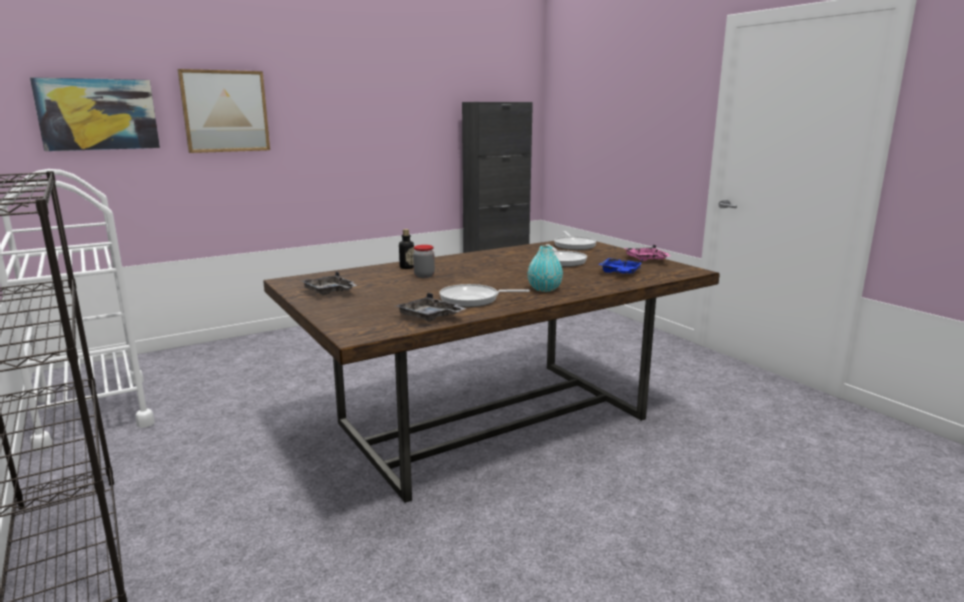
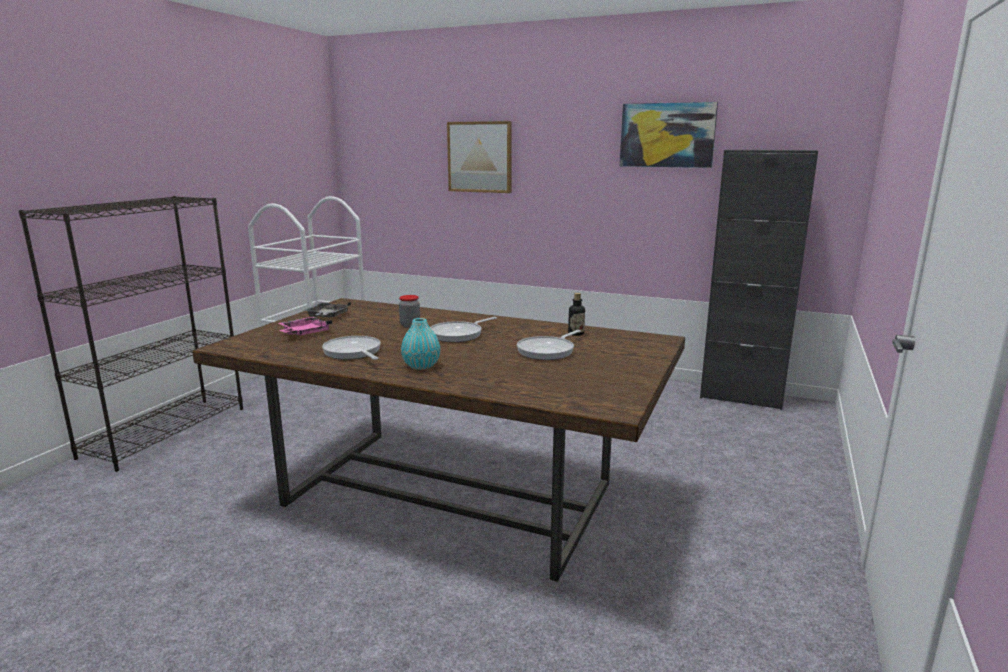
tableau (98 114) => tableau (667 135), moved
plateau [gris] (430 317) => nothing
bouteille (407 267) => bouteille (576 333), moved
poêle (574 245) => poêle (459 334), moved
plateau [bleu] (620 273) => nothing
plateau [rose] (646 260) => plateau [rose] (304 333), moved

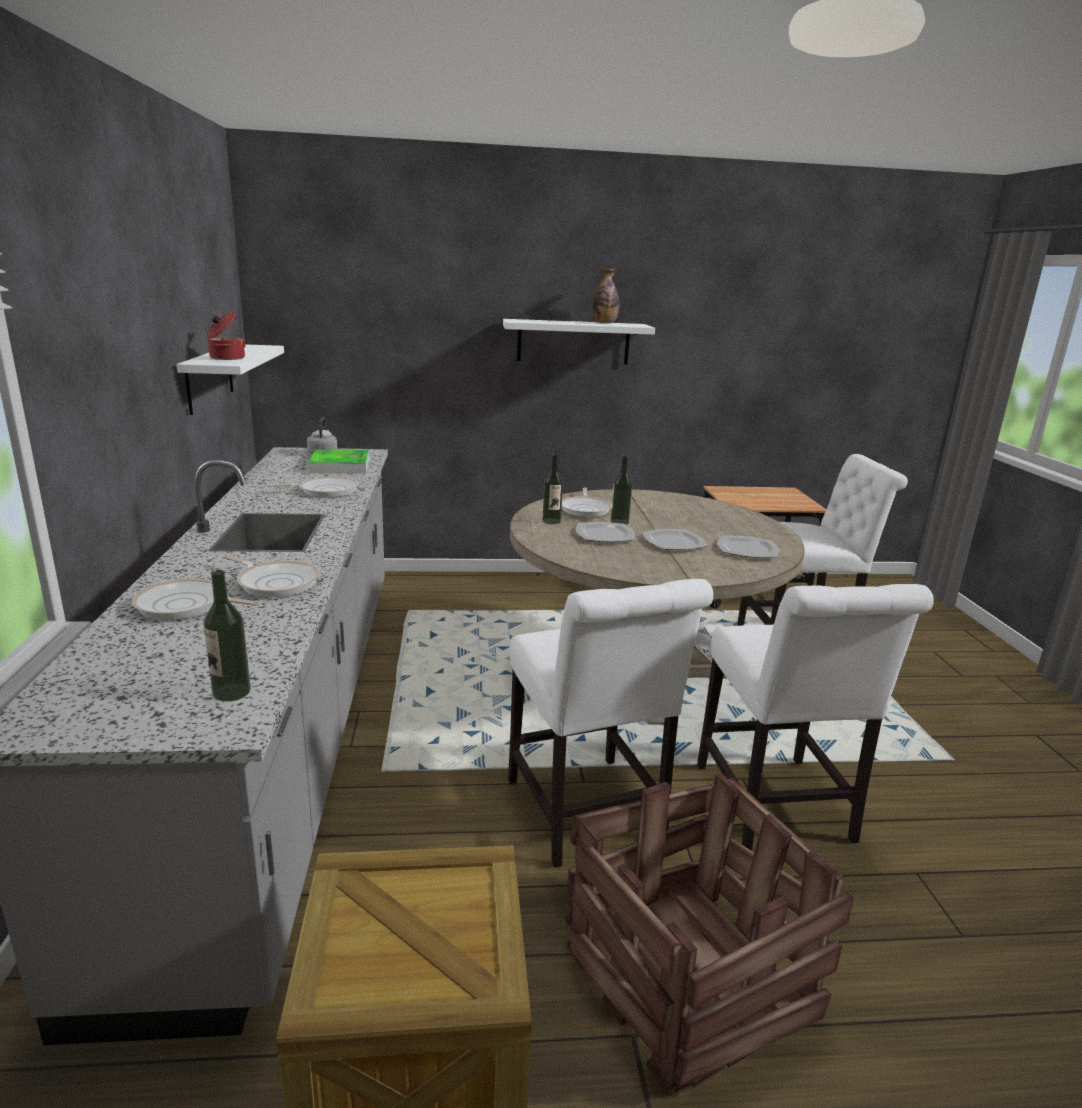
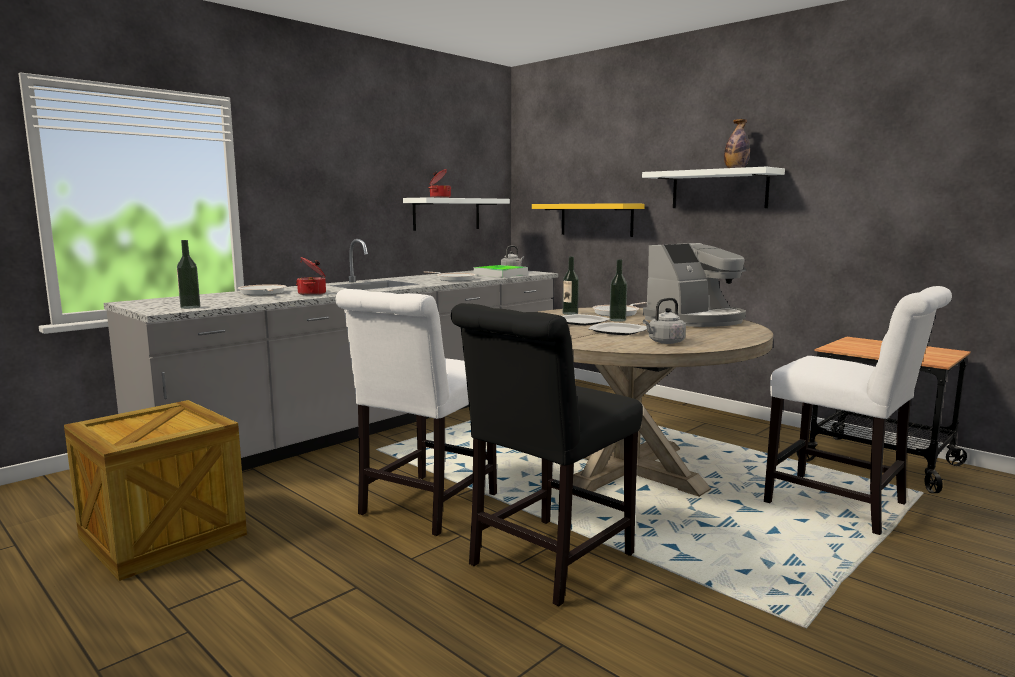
poêle (276 582) => marmite (313 293)
caisse (689 980) => nothing
chaise [blanc] (776 808) => chaise [noir] (545 562)
assiette (748 550) => bouilloire [gris] (664 342)
nothing => étagère [jaune] (596 219)
nothing => machine à café (696 320)

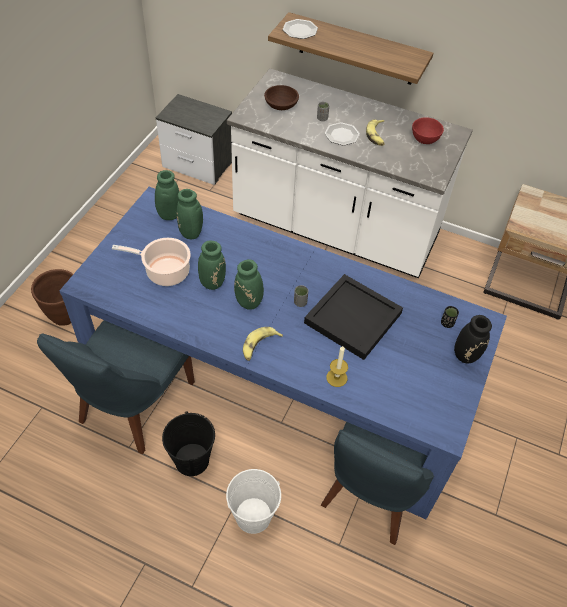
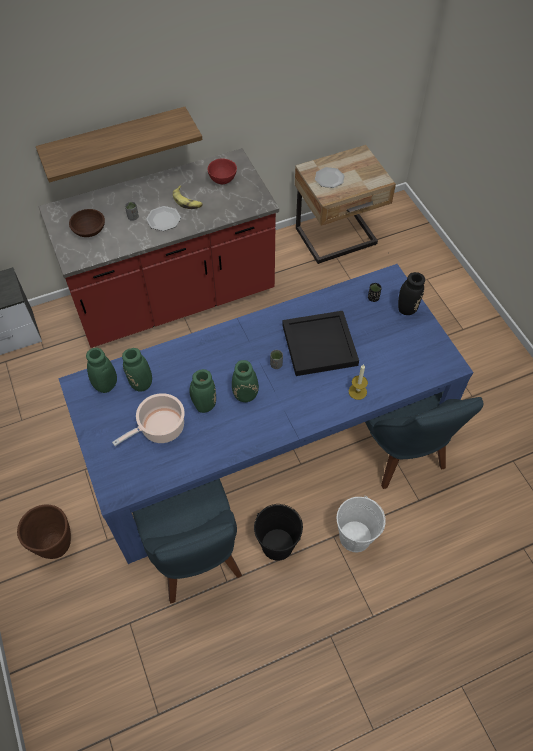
comptoir de cuisine [blanc] (335 229) => comptoir de cuisine [rouge] (174 299)
banane (259 346) => nothing
assiette (300 30) => assiette (329 178), moved

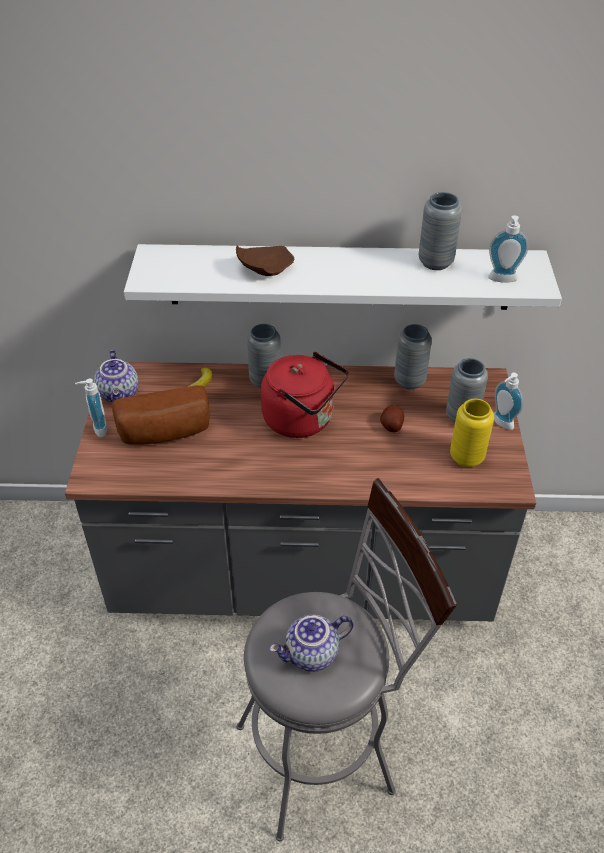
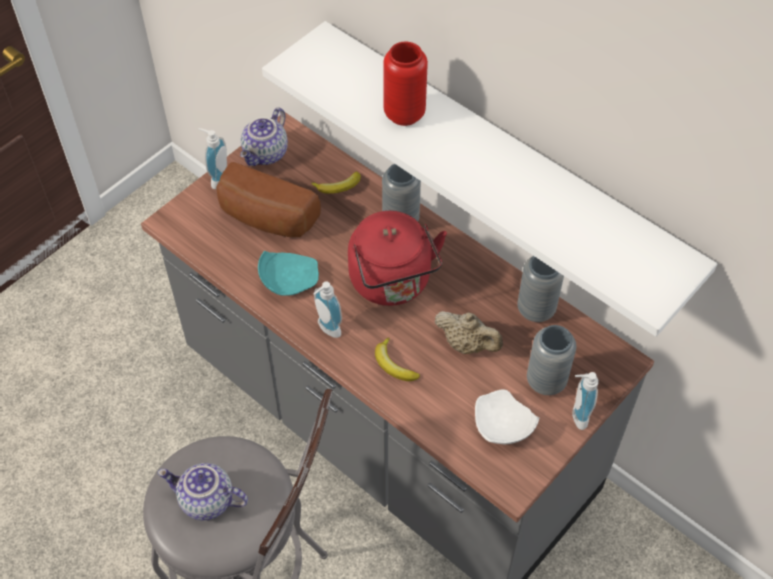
assiette [marron] (264 268) => vase [rouge] (404 114)
pomme de terre (391 425) => théière [beige] (467 344)
vase [gris] (435 262) => nothing
vase [jaune] (466 457) => assiette [blanc] (502 426)
distributeur de savon (502 280) => distributeur de savon (326 329), moved
nothing => assiette [turquoise] (288 279)
nothing => banane (393 365)

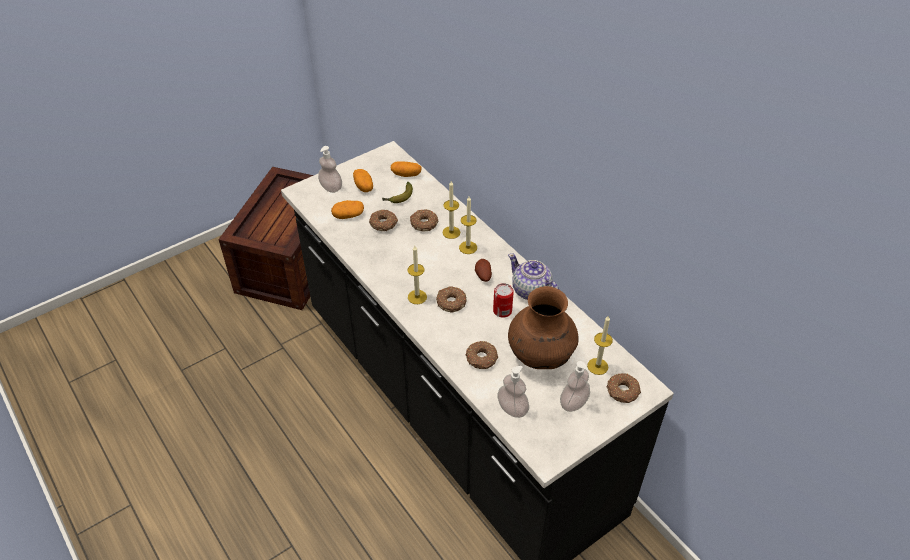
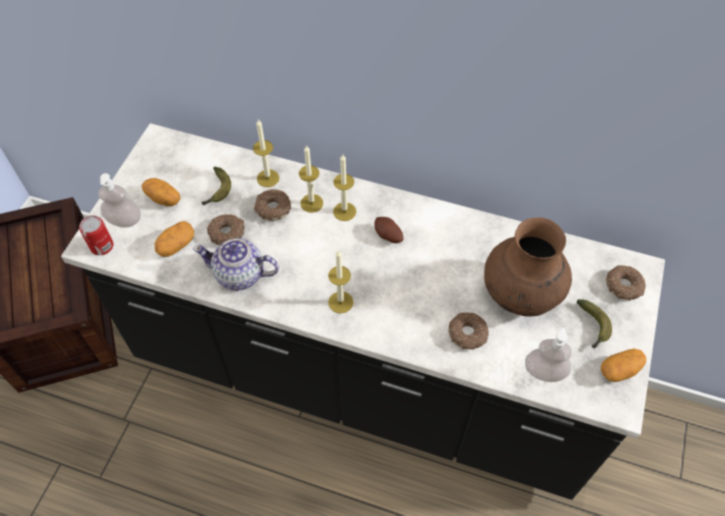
pomme de terre (406 174) => pomme de terre (620 370), moved
beignet (451 302) => nothing
boîte métallique (502 311) => boîte métallique (102 246), moved
théière (531 291) => théière (240 275), moved
distributeur de savon (573 403) => banane (592 327)
bougie (597 366) => bougie (268 178), moved

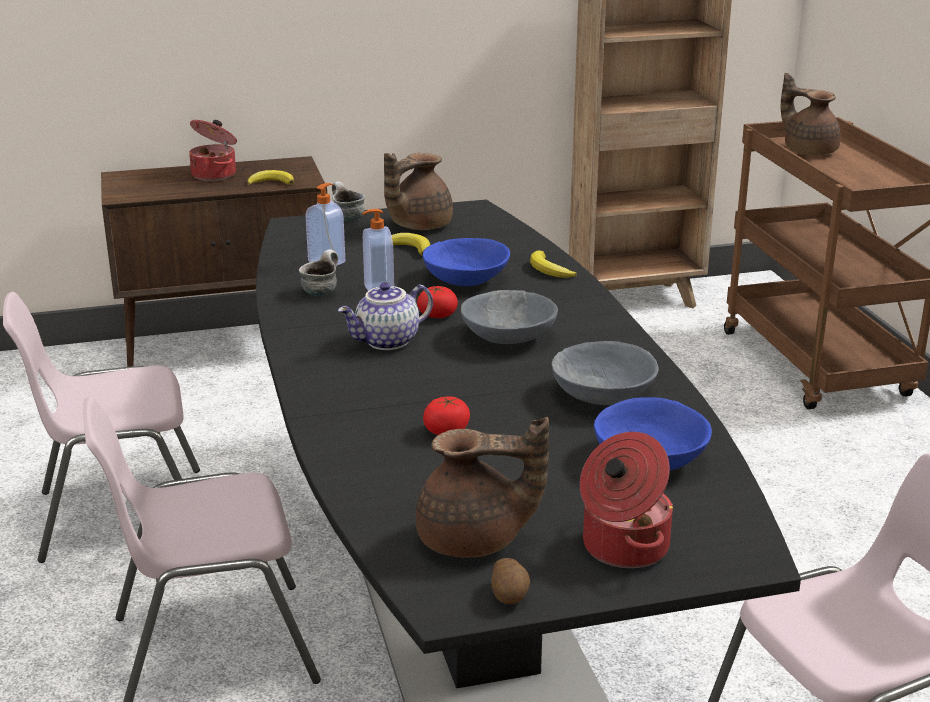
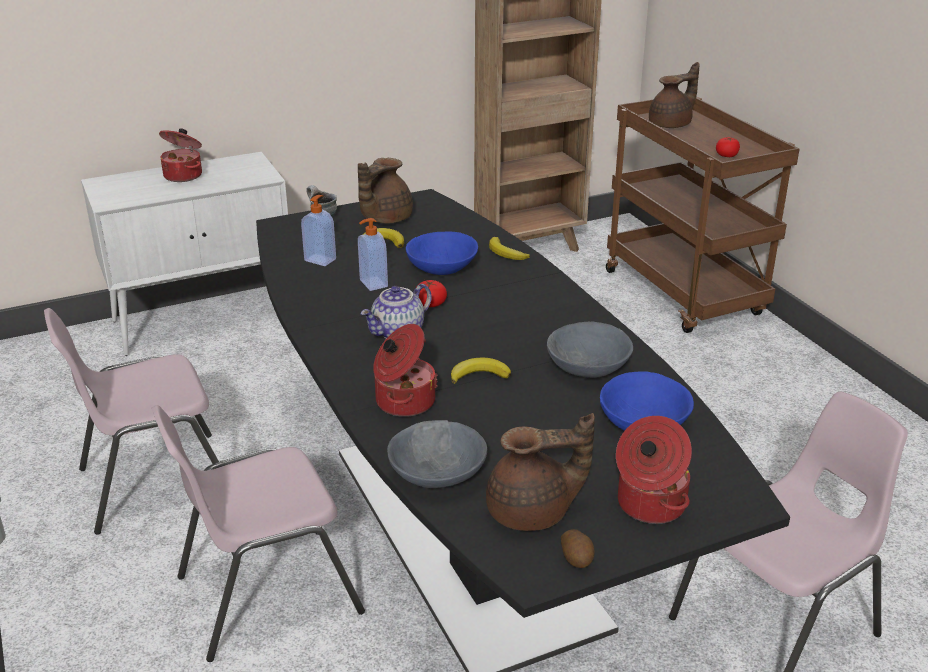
meuble de rangement [marron] (229 349) => meuble de rangement [blanc] (205 320)
banane (271 182) => banane (479 375), moved
mug (321 290) => nothing
tomate (447 431) => tomate (726 155), moved
bol [gris] (508 337) => bol [gris] (437 475), moved
théière [marron] (808 150) => théière [marron] (671 124), 105 degrees clockwise
nothing => marmite (403 401)

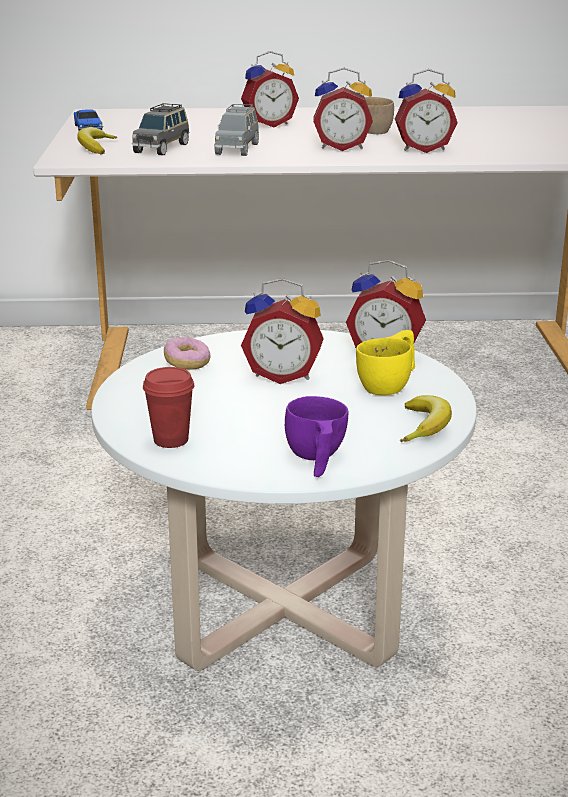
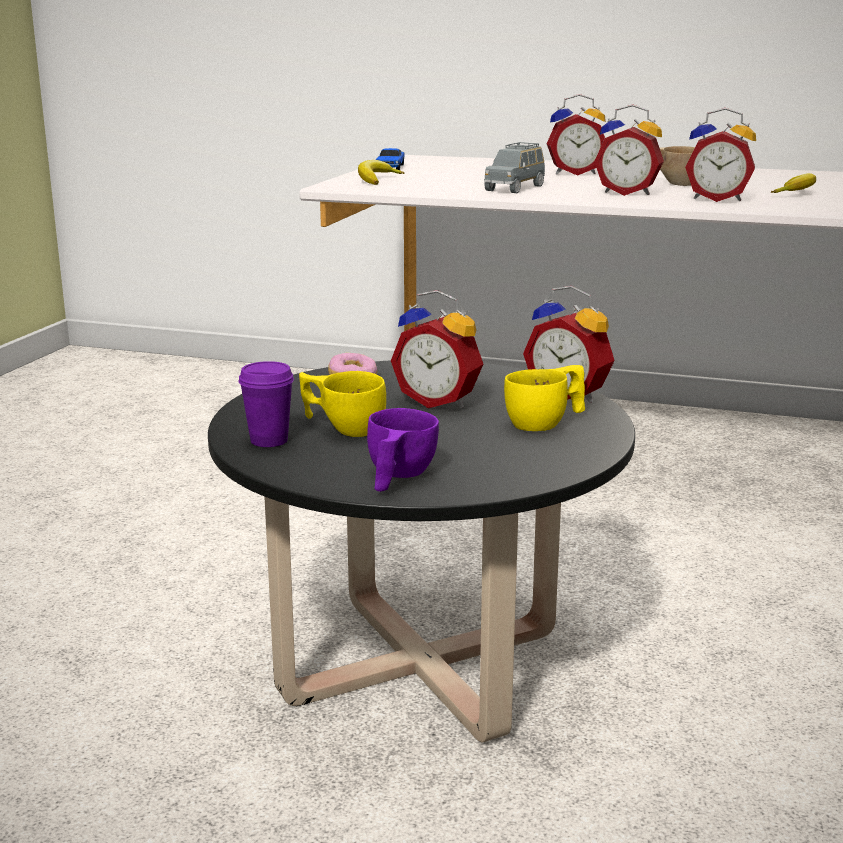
table basse [blanc] (283 607) => table basse [noir] (421 663)
petite voiture [gris] (162 148) => nothing
tasse [rouge] (171 440) => tasse [violet] (269 440)
banane (425 427) => banane (795 193), moved
nothing => tasse [jaune] (343 427)

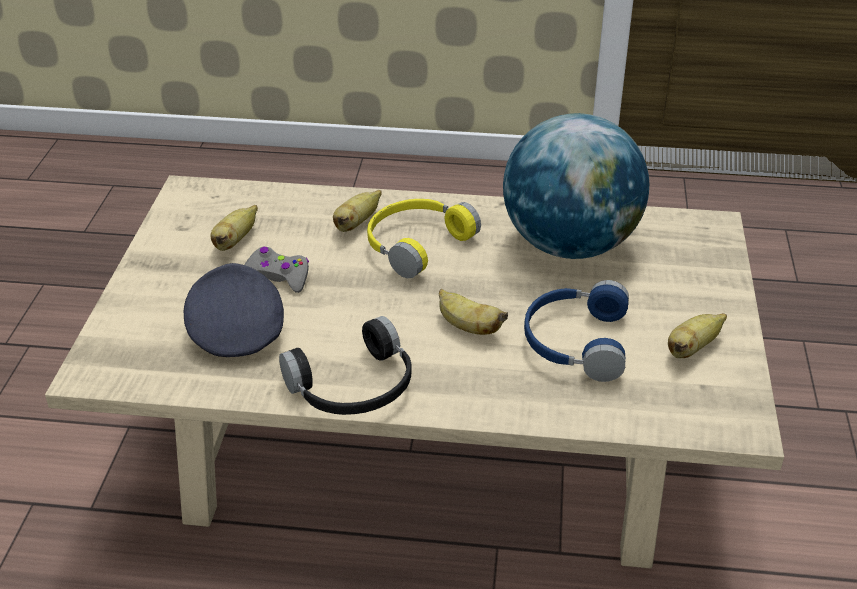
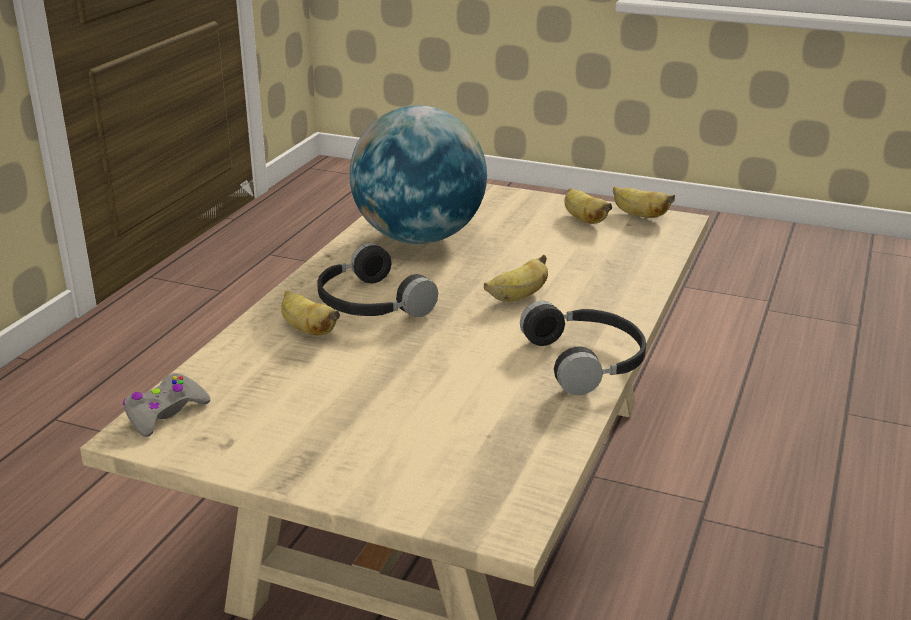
casquette [gris] (235 330) => nothing
banane (235 241) => banane (638 215), moved
manette [gris] (278 276) => manette [gris] (165 413), moved
casque audio [jaune] (415 244) => casque audio [noir] (369 304)
casque audio [bleu] (574 342) => nothing

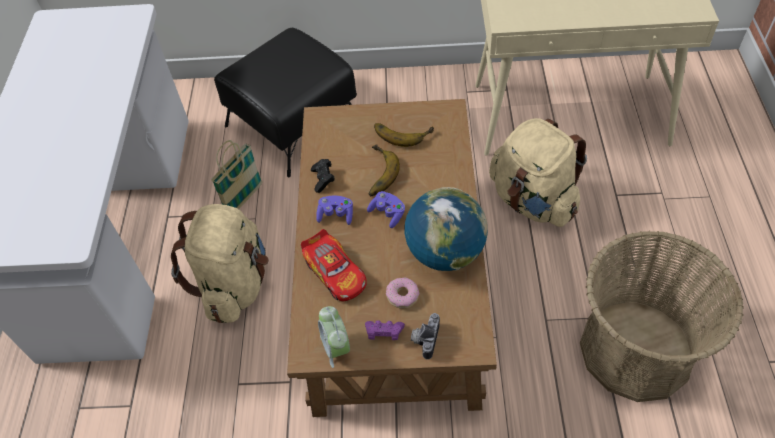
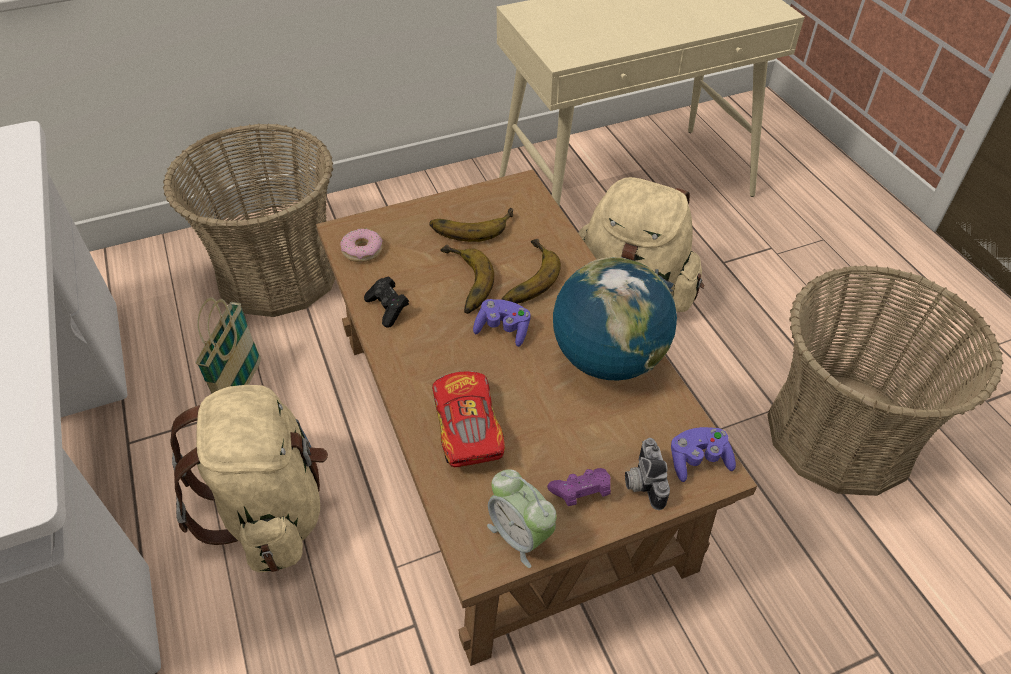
pouf [noir] (295 123) => panier (278 272)
petite voiture (335 272) => petite voiture (467 428), 135 degrees counterclockwise
manette [violet] (336 215) => manette [violet] (698 461), moved
beignet (402 296) => beignet (362 250), moved
nothing => banane (523 277)

